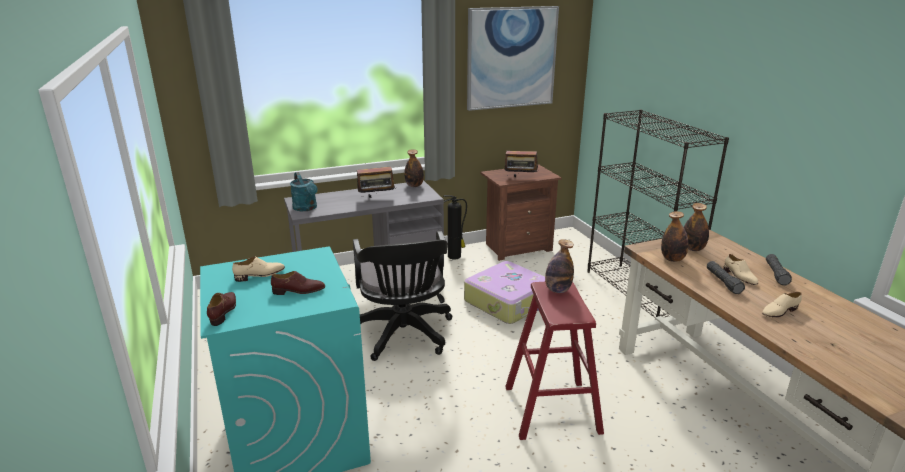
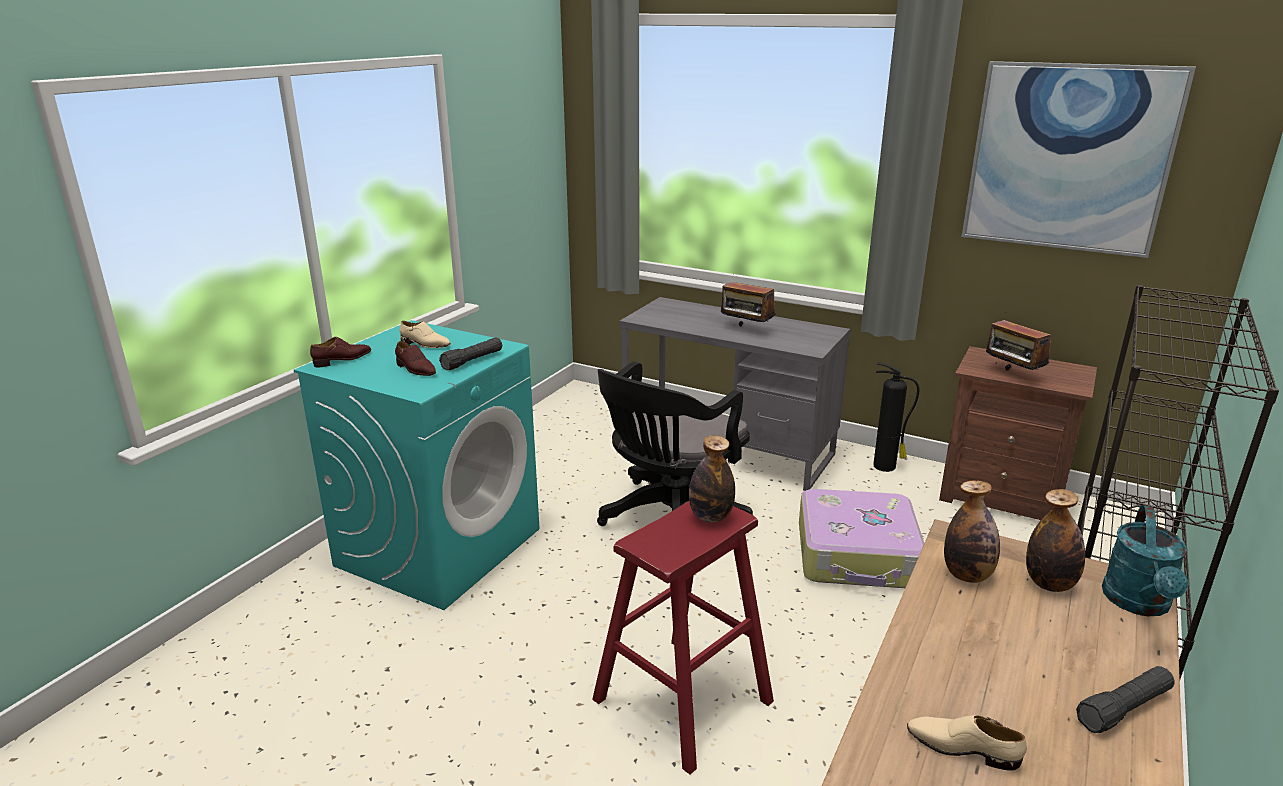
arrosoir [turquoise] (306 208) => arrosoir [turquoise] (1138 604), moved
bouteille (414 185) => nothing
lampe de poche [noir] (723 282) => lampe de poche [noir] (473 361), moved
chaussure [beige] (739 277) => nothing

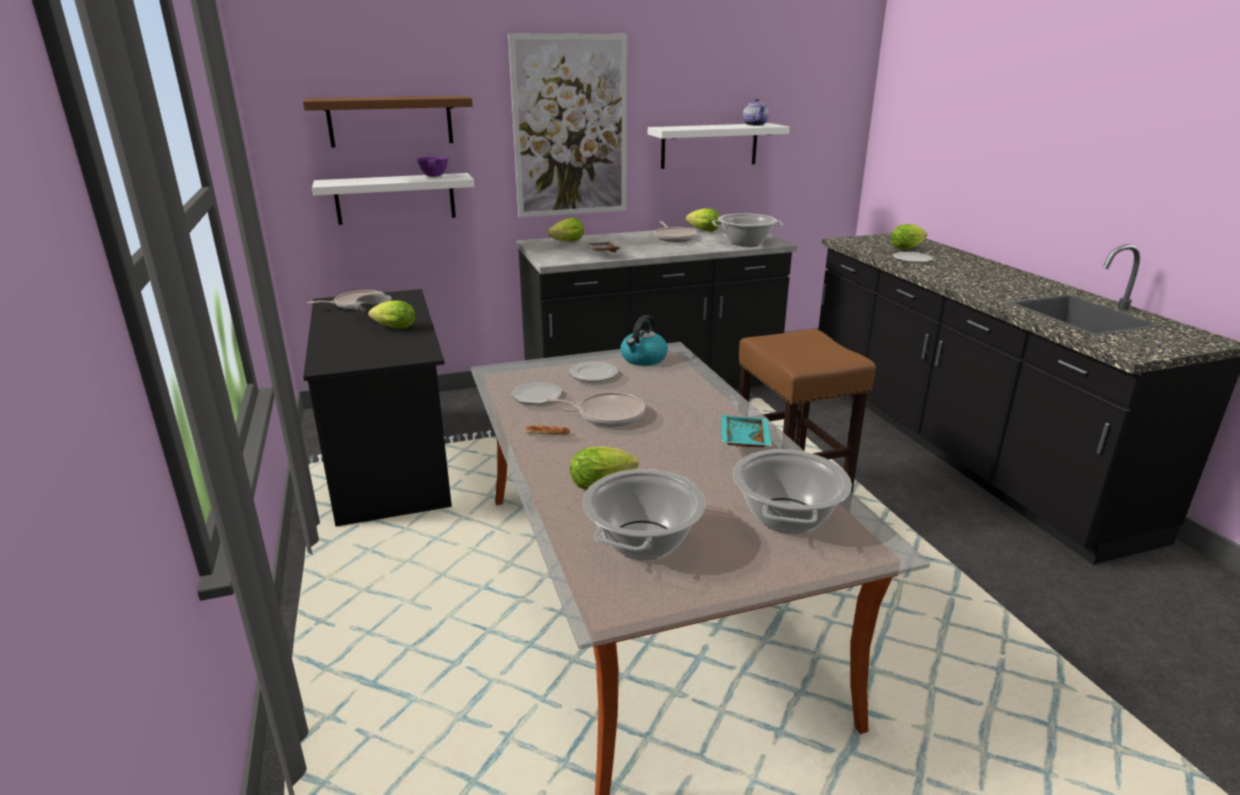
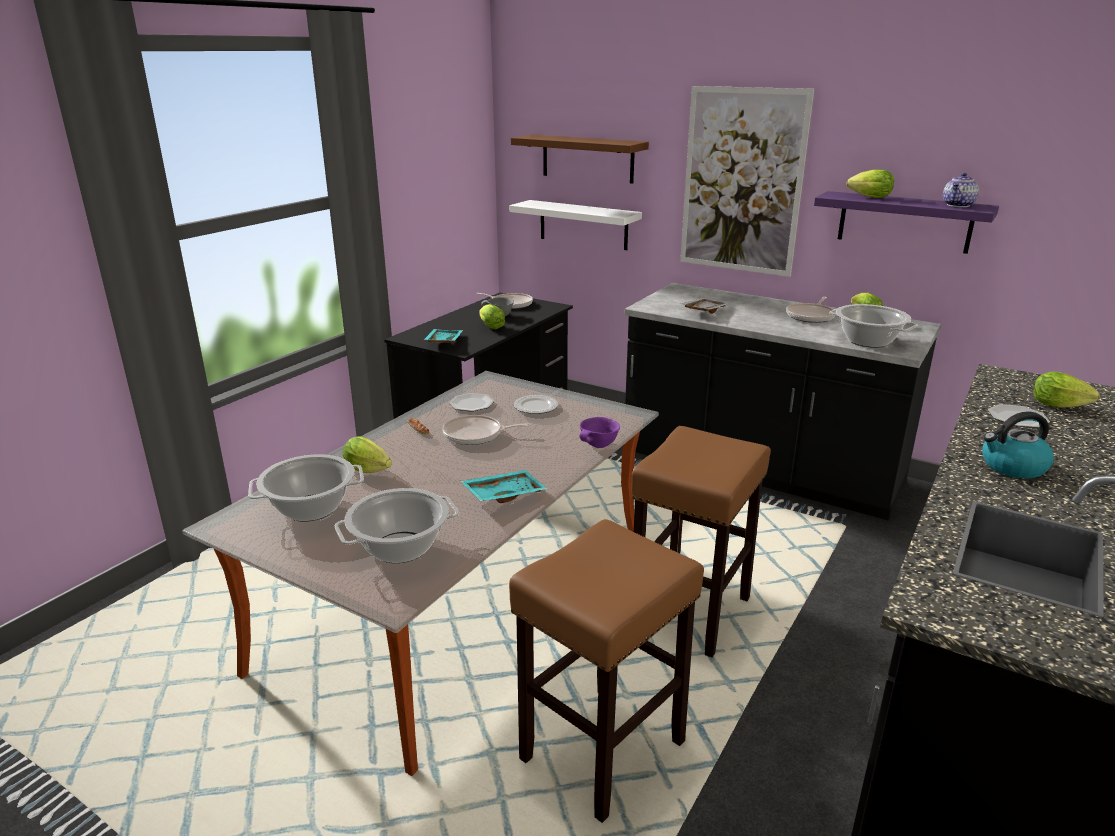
bol [violet] (434 176) => bol [violet] (598 445), moved
poêle (607 414) => poêle (476 435), 120 degrees clockwise
laitue (565 242) => laitue (867 197), moved
bouilloire (643 359) => bouilloire (1012 467), moved
étagère [blanc] (709 145) => étagère [violet] (904 222)
nothing => plateau [turquoise] (443 342)
nothing => tabouret [marron] (601 752)

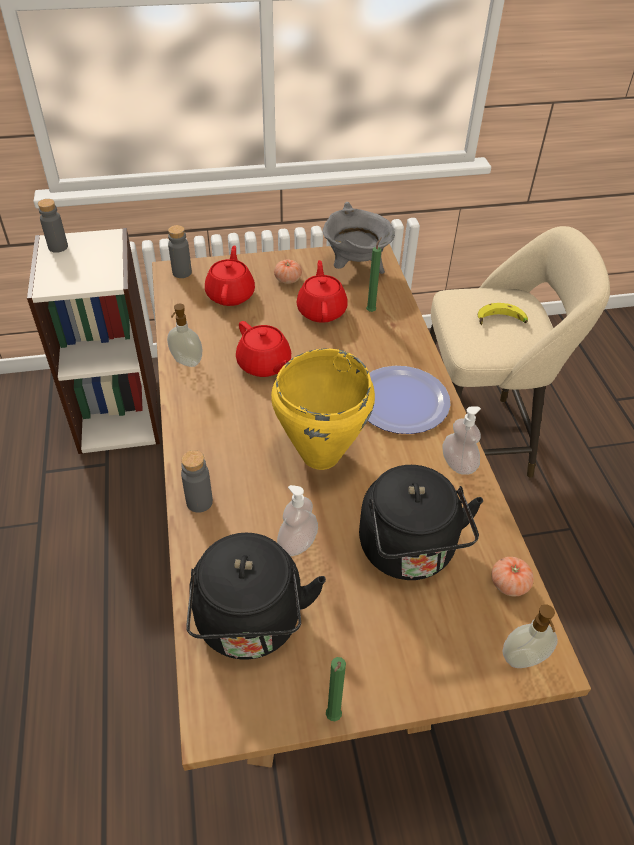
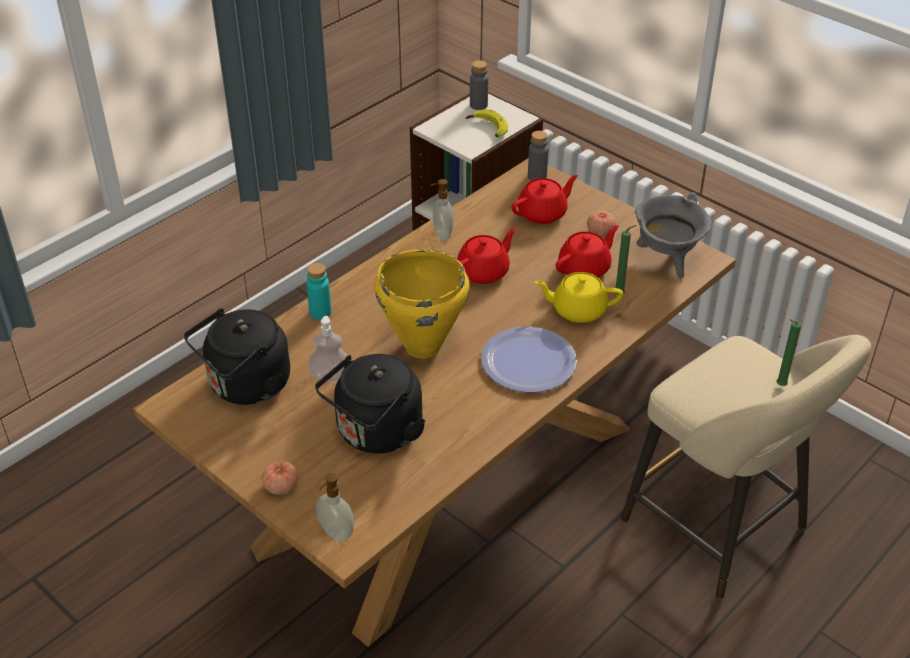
bouteille [gris] (199 502) => bouteille [turquoise] (320 312)
théière [rouge] (264 365) => théière [rouge] (484 272), 150 degrees counterclockwise
bougie [vert] (332 718) => bougie [vert] (779 385), moved
distributeur de savon (458 464) => nothing
banane (501 322) => banane (487 129), moved
tomate (509 584) => tomate (281 486), moved
nothing => théière [jaune] (578 310)

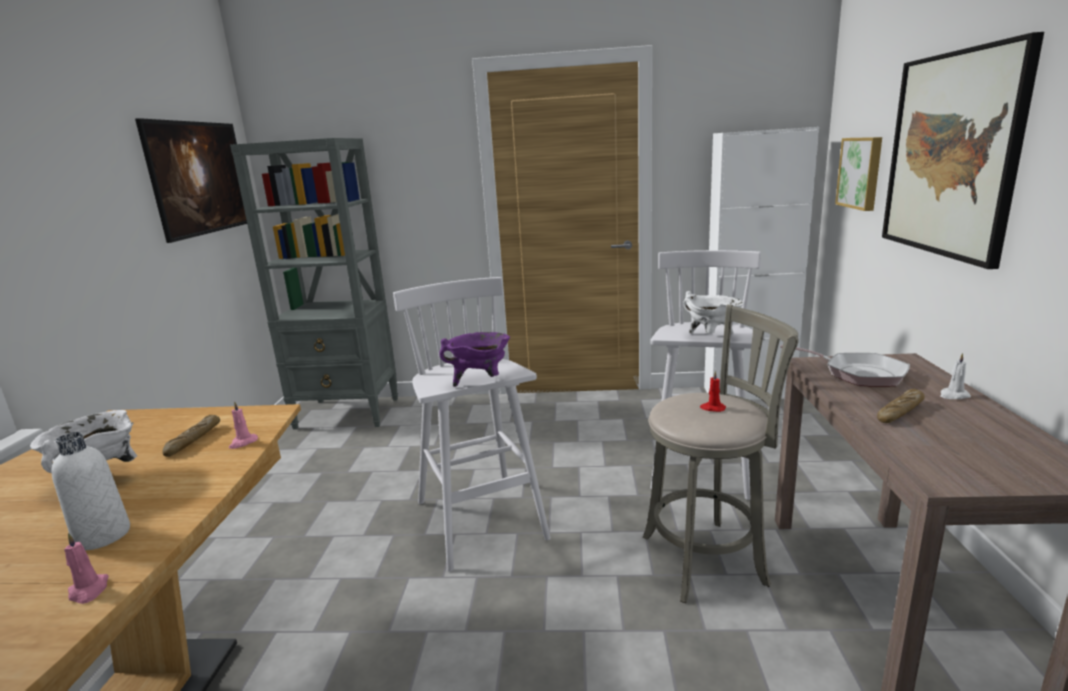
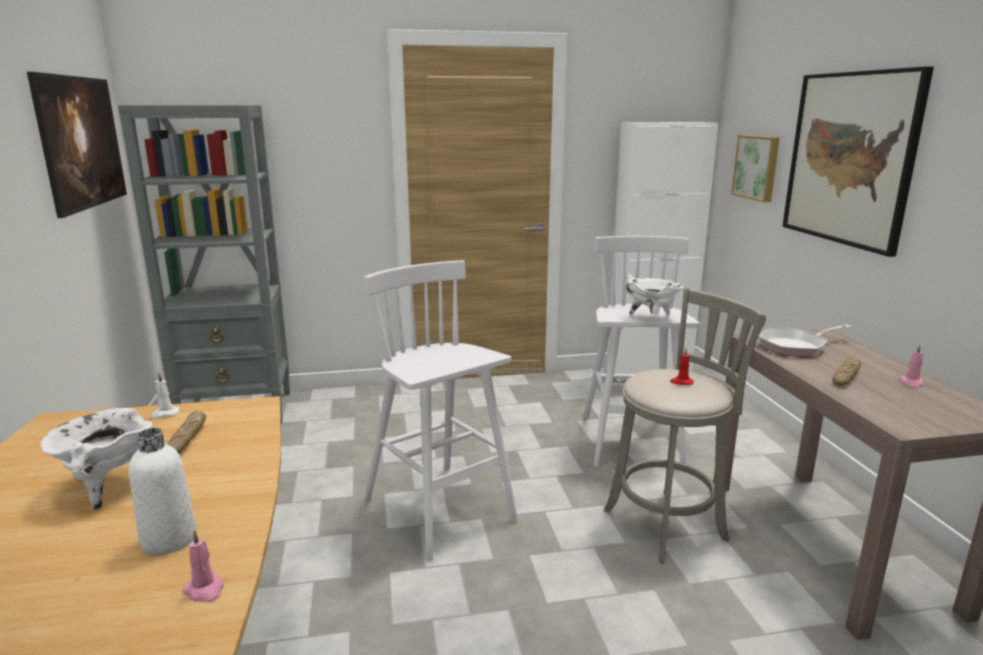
bougie [rose] (243 443) => bougie [rose] (911 383), moved
marmite [violet] (480 381) => nothing
poêle (858 373) => poêle (795 347), 135 degrees clockwise
bougie [blanc] (953 395) => bougie [blanc] (164 414), moved

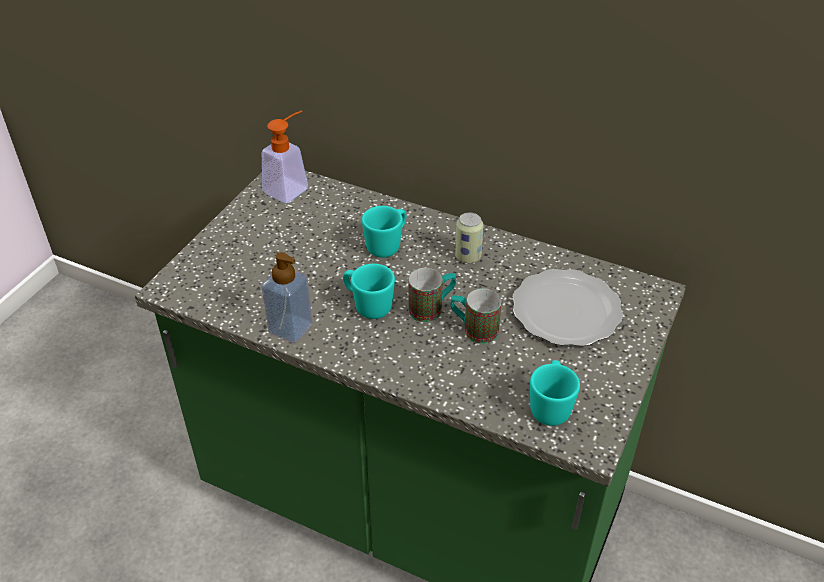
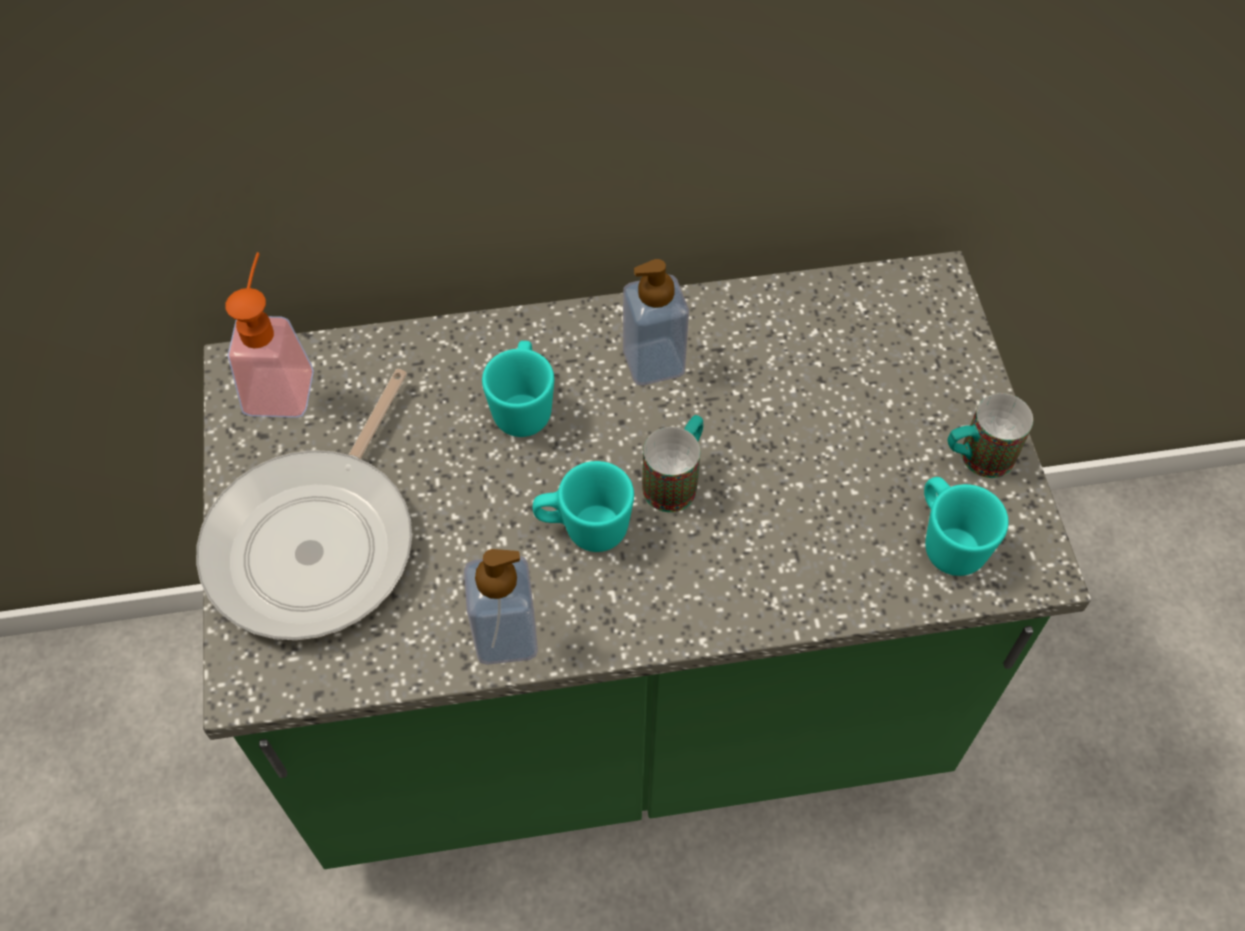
mug (473 330) => mug (976 458), moved
boîte métallique (468 257) => distributeur de savon (653 362)
assiette (566 312) => nothing
nothing => poêle (318 541)

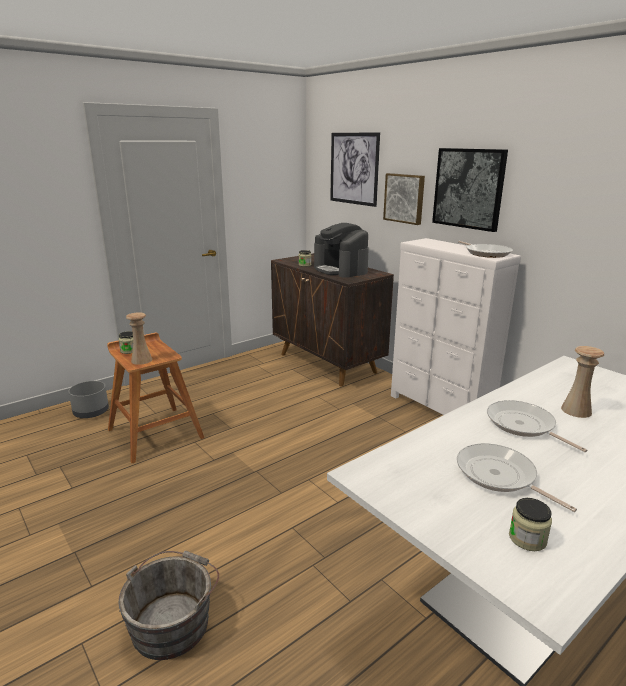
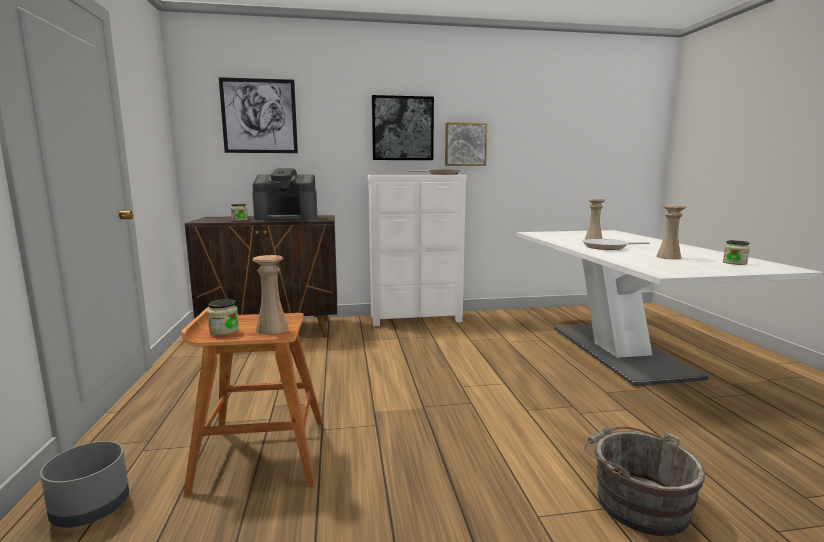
tableau (404 198) => tableau (465 144), moved
poêle (499 476) => vase [beige] (668 257)

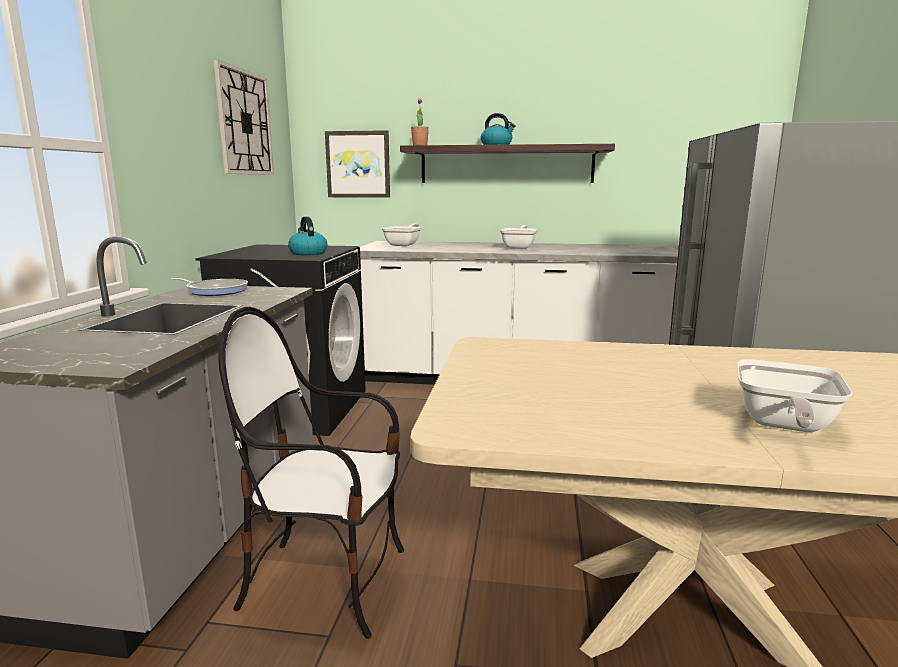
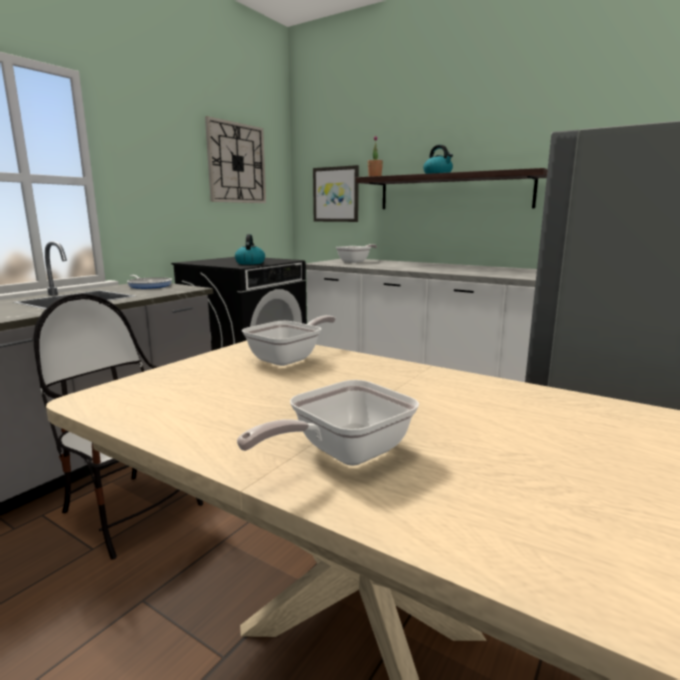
poêle (519 247) => poêle (289 358), moved

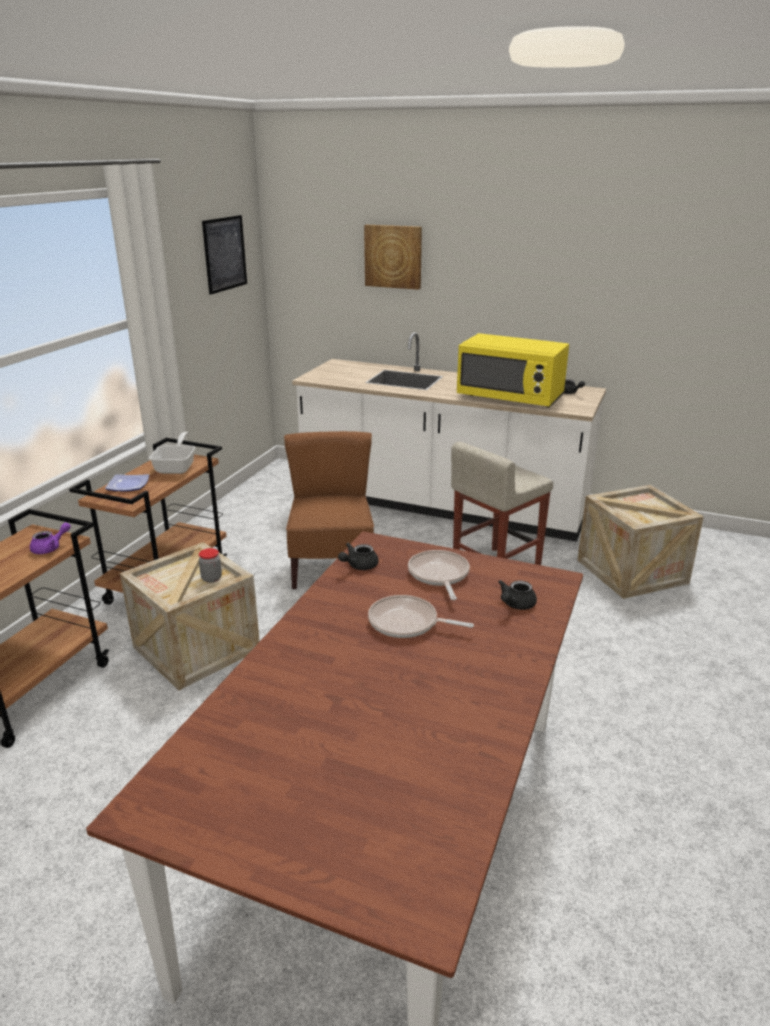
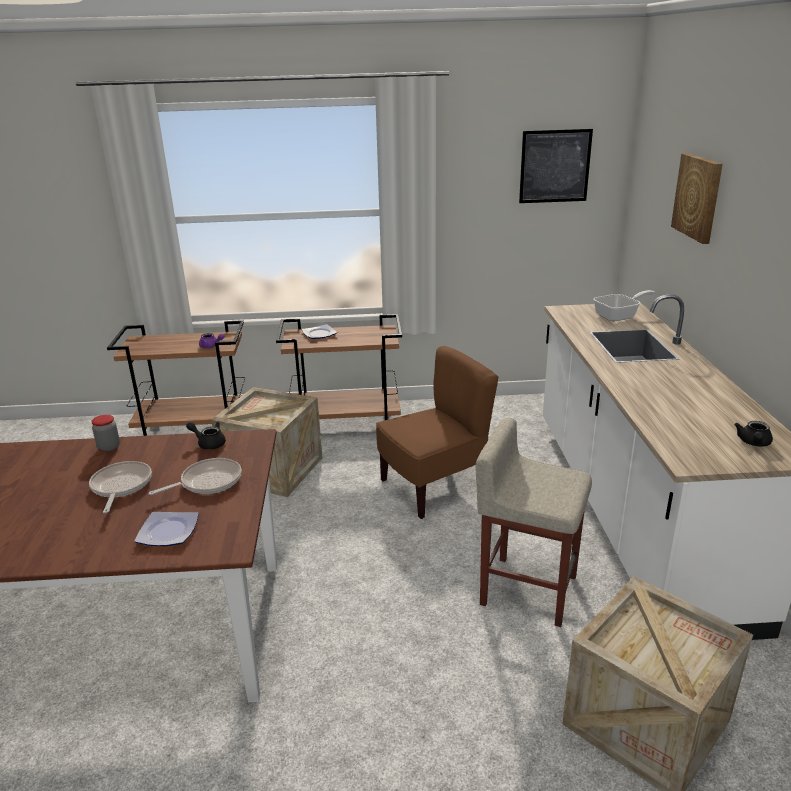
poêle (177 467) => poêle (619 316), moved
bocal (211 578) => bocal (109 447), moved
micro-ondes [jaune] (510 398) => nothing
théière [noir] (515 605) => assiette (167 532)

